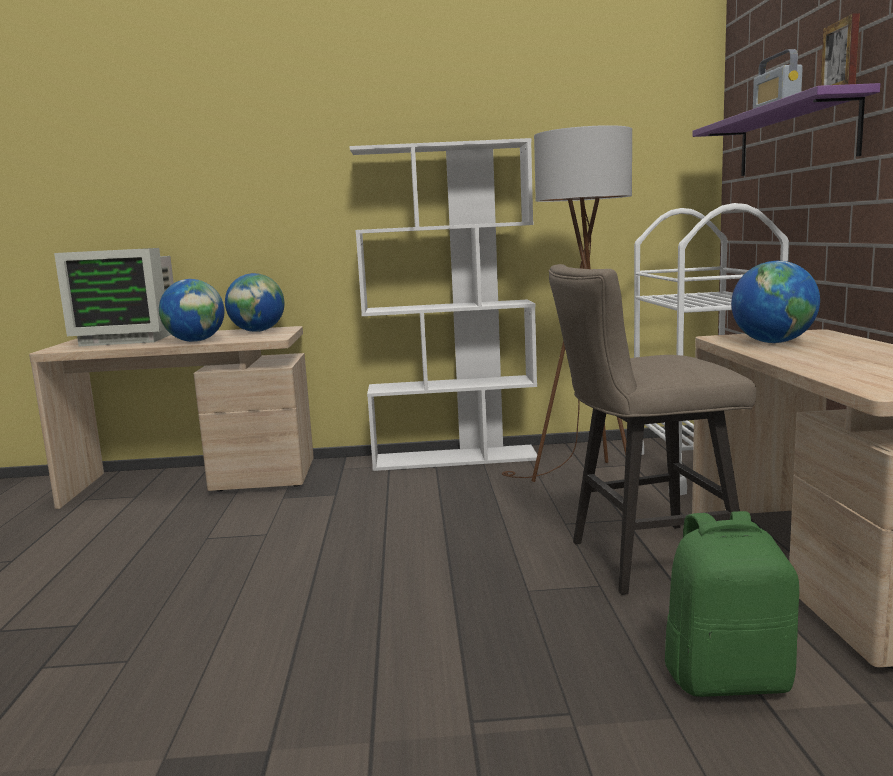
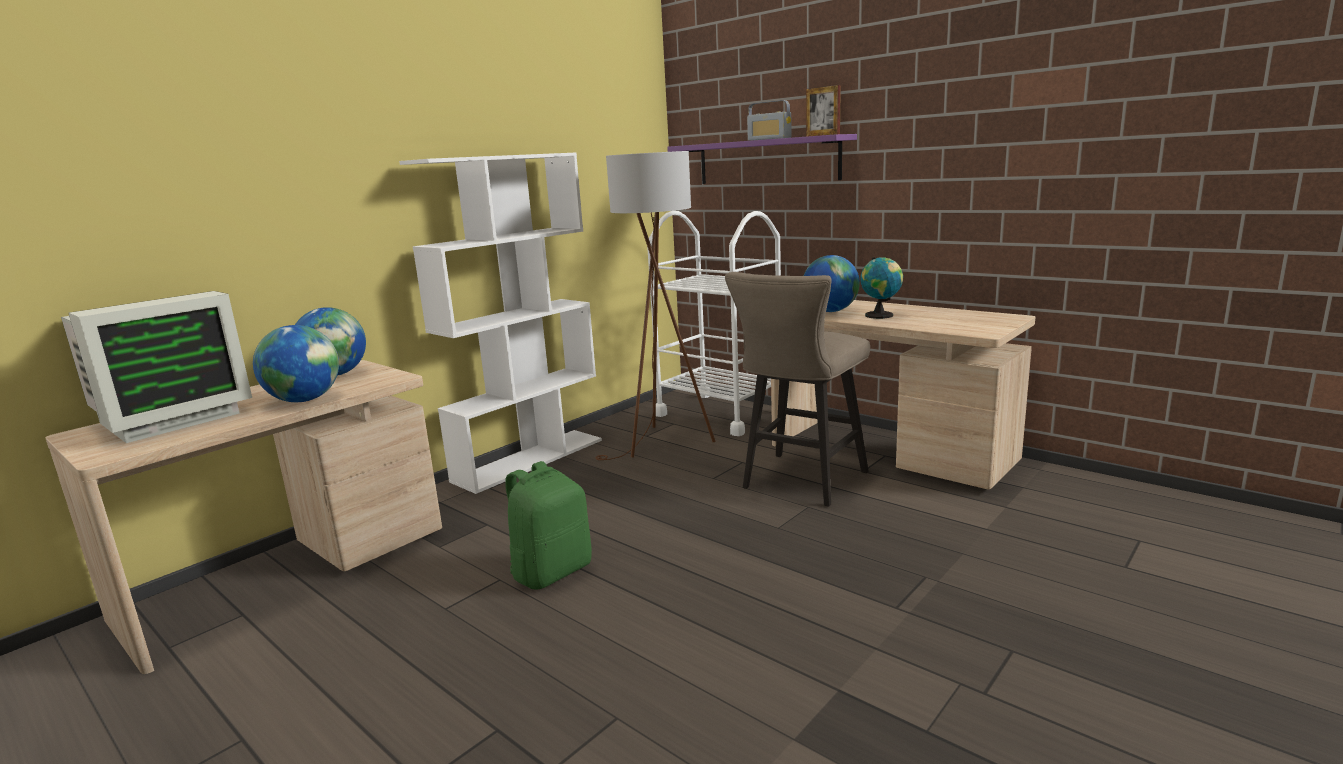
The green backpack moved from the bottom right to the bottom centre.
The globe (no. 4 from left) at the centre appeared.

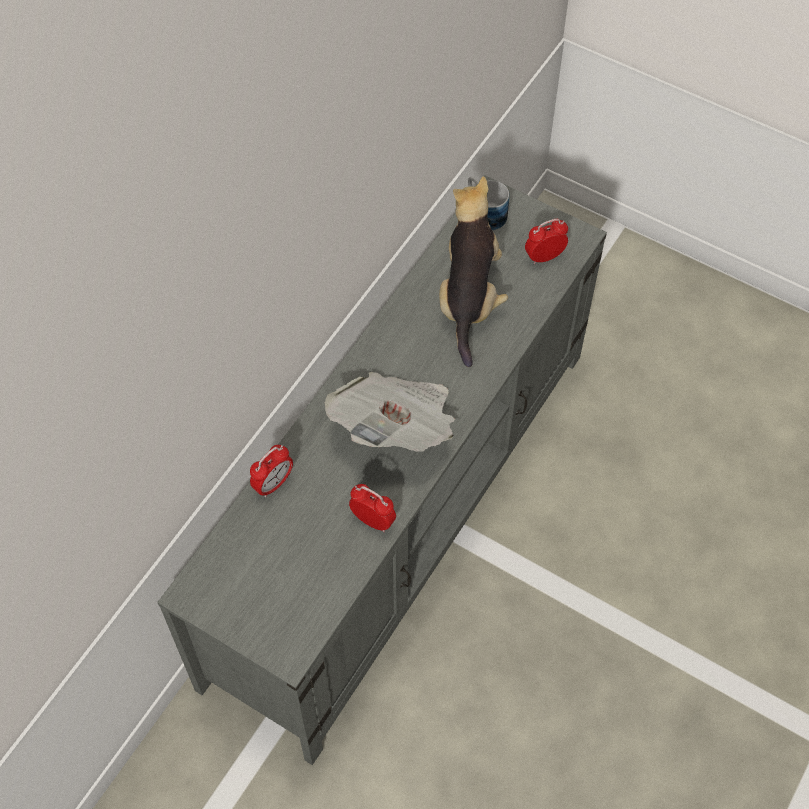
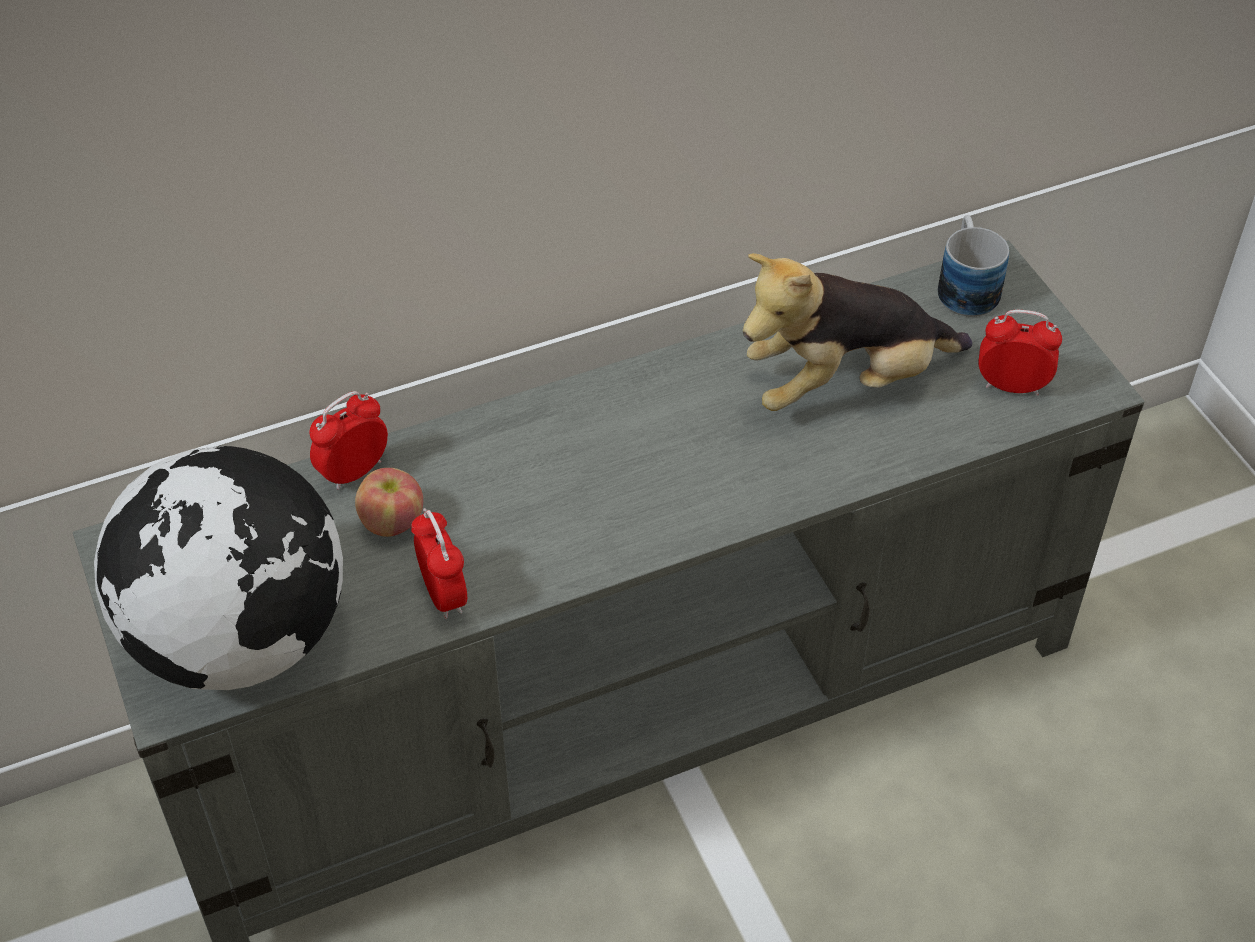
The globe at the middle left appeared.
The alarm clock (no. 1 from left) at the centre turned 150 degrees clockwise.
The apple at the middle left appeared.
The plush toy at the centre turned 150 degrees counterclockwise.
The newspaper at the centre disappeared.

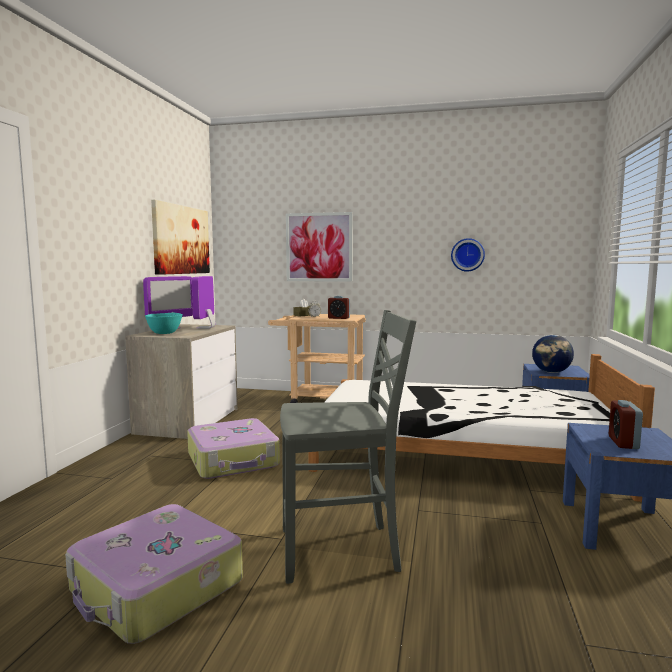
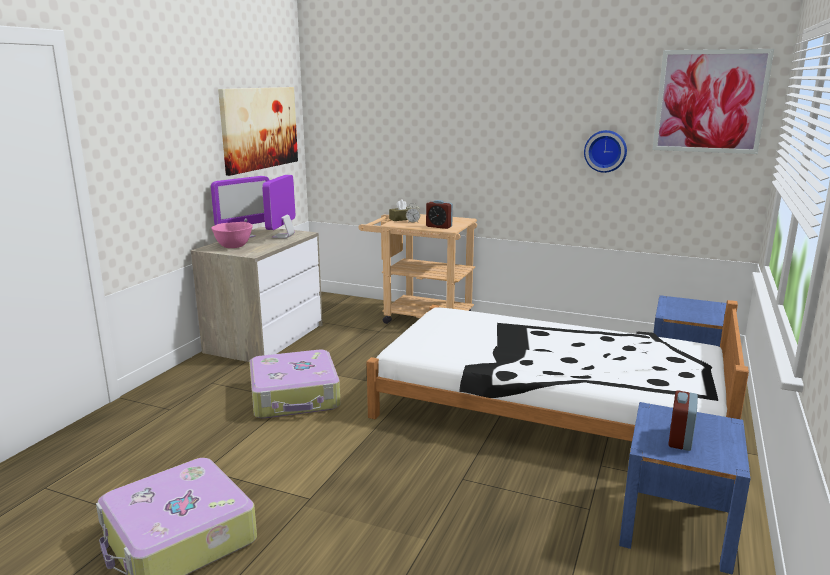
The turquoise bowl at the middle left became the pink bowl at the middle left.
The picture (no. 2 from left) moved from the centre to the top right.
The grey chair at the centre disappeared.
The globe at the middle right disappeared.

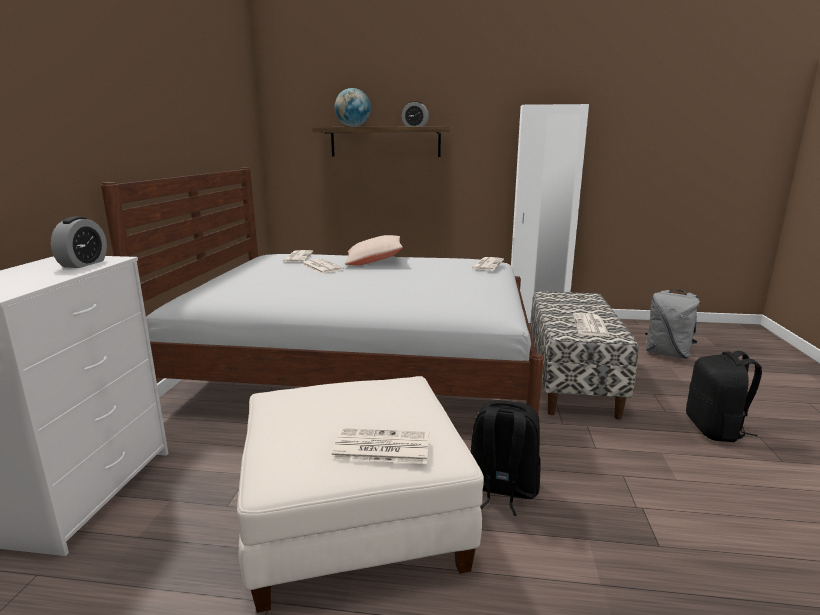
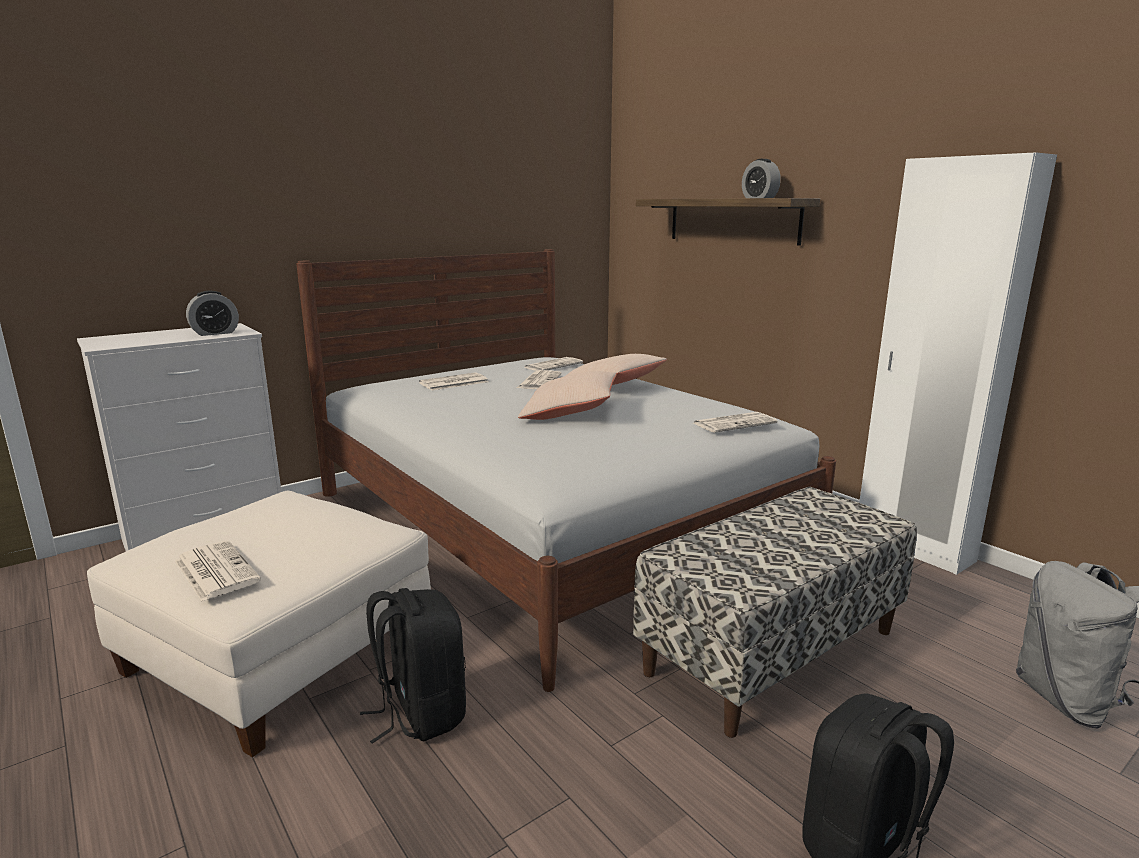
The newspaper (no. 5 from left in the first image) moved from the middle right to the centre.
The beige pillow (no. 1 from left) at the centre appeared.
The globe at the top centre disappeared.

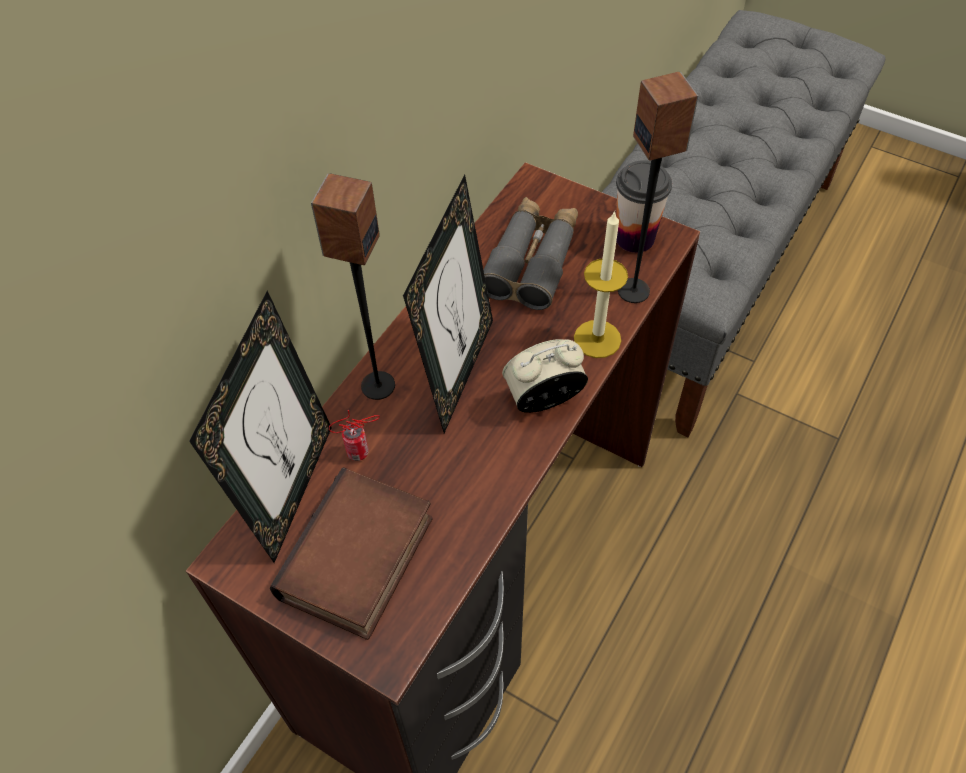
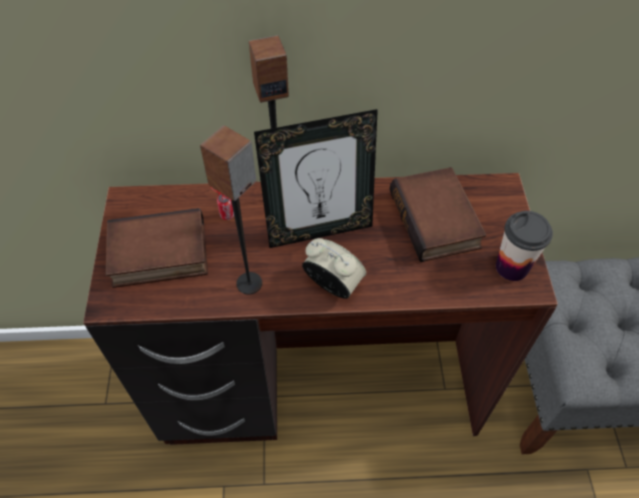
The speaker (no. 2 from left in the first image) moved from the top right to the centre.
The grey binoculars at the top centre was replaced by the book (no. 2 from left) at the middle right.
The picture frame (no. 1 from left) at the middle left disappeared.
The candle at the centre disappeared.

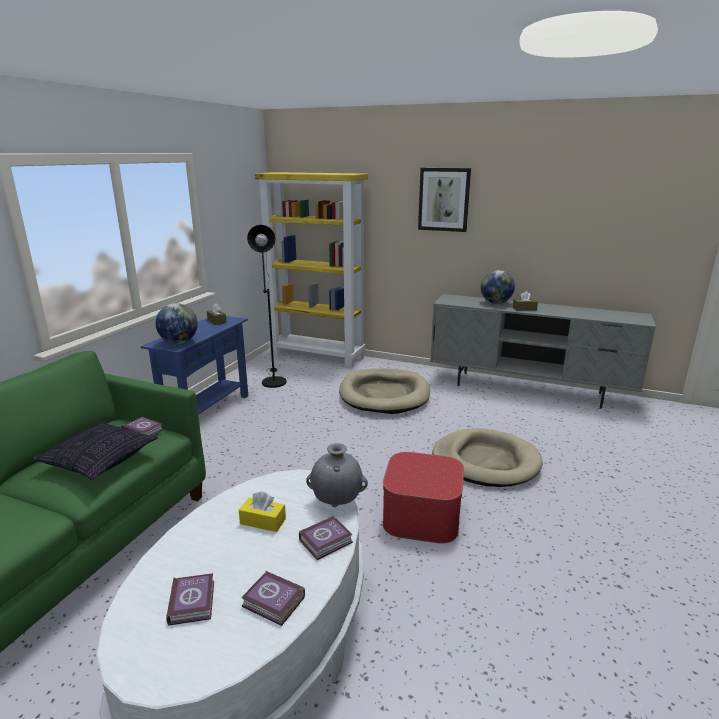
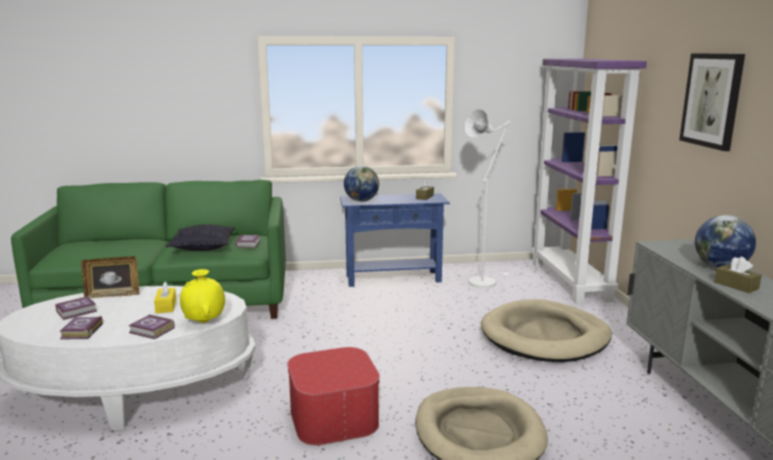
The picture frame at the middle left appeared.
The grey vase at the centre became the yellow vase at the middle left.
The black floor lamp at the centre became the white floor lamp at the centre.
The yellow bookcase at the centre became the purple bookcase at the middle right.

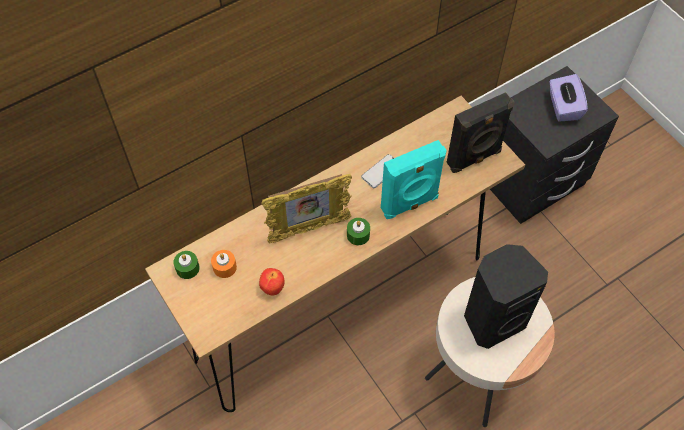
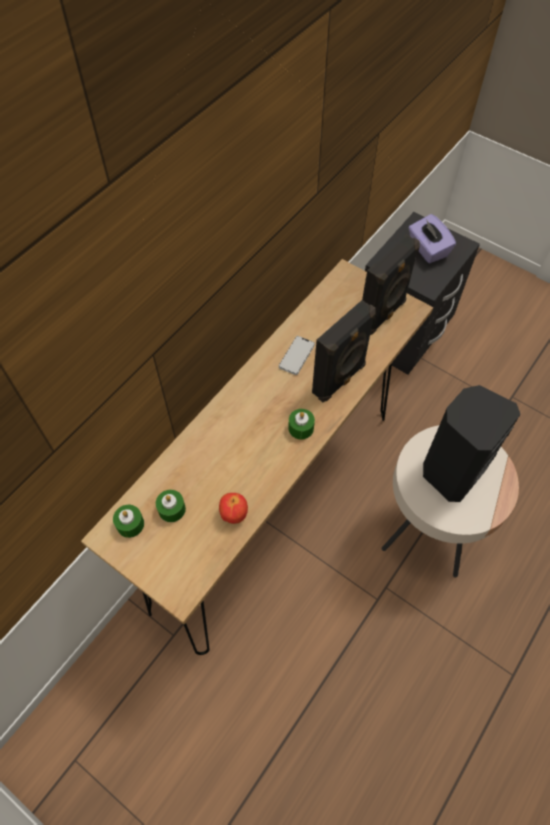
The orange candle at the middle left became the green candle (no. 2 from left) at the middle left.
The turquoise speaker at the centre became the black speaker (no. 1 from left) at the centre.
The picture frame at the centre disappeared.

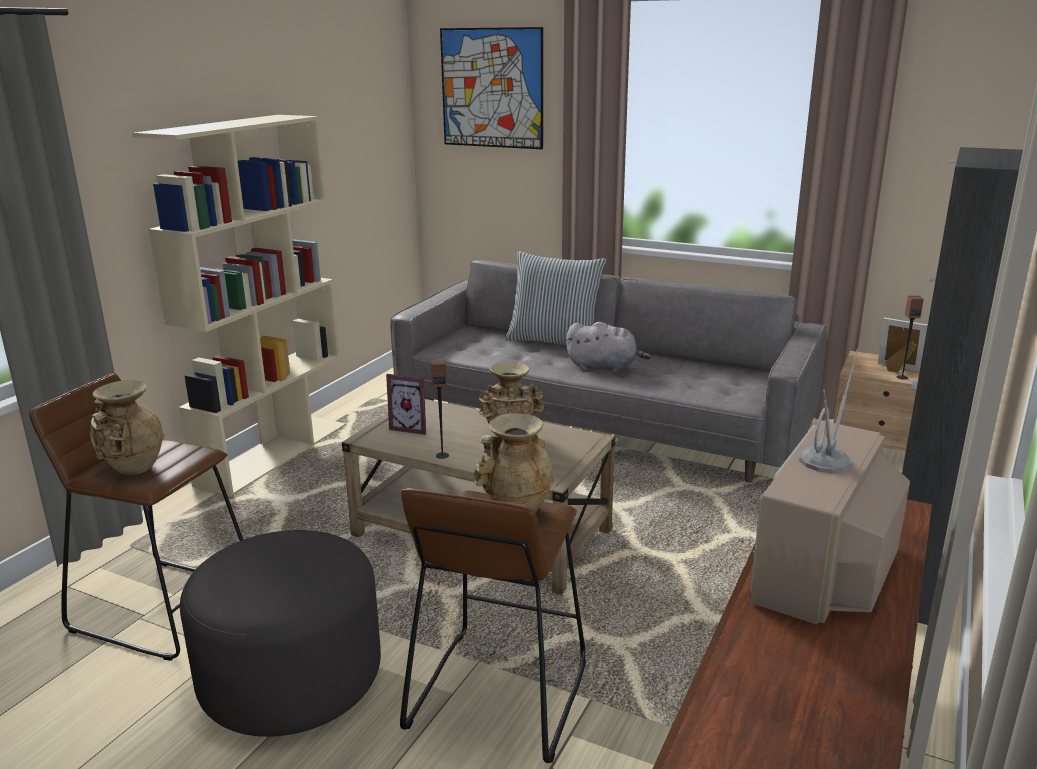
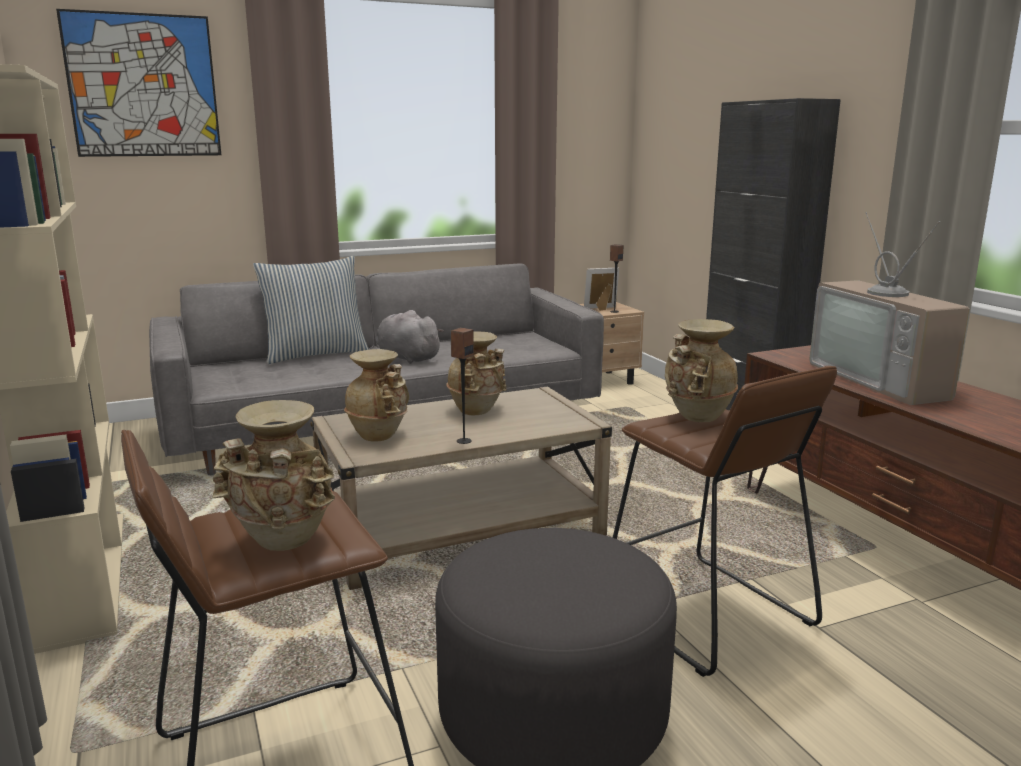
The picture frame (no. 1 from left) at the centre was replaced by the beige vase (no. 2 from left) at the centre.
The grey plush toy at the centre turned 105 degrees counterclockwise.

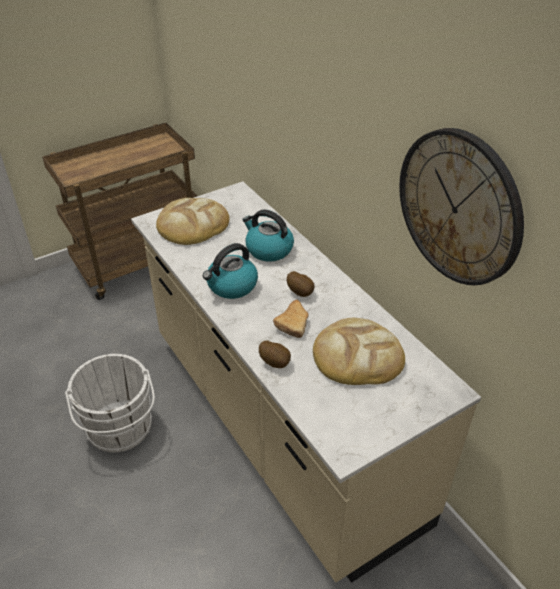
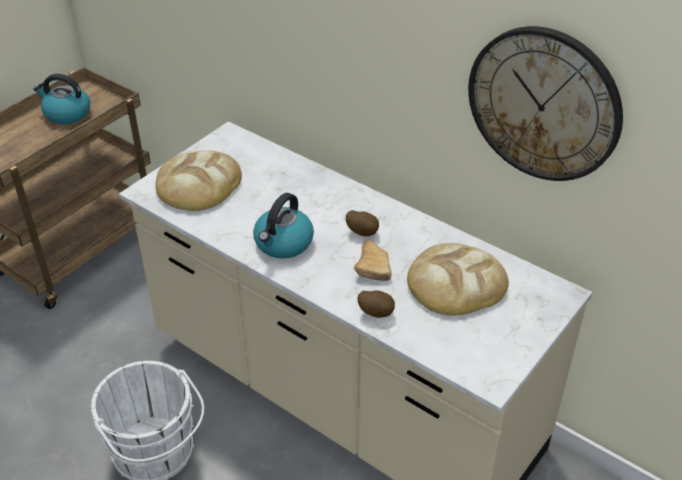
The kettle (no. 2 from left in the first image) moved from the centre to the top left.

